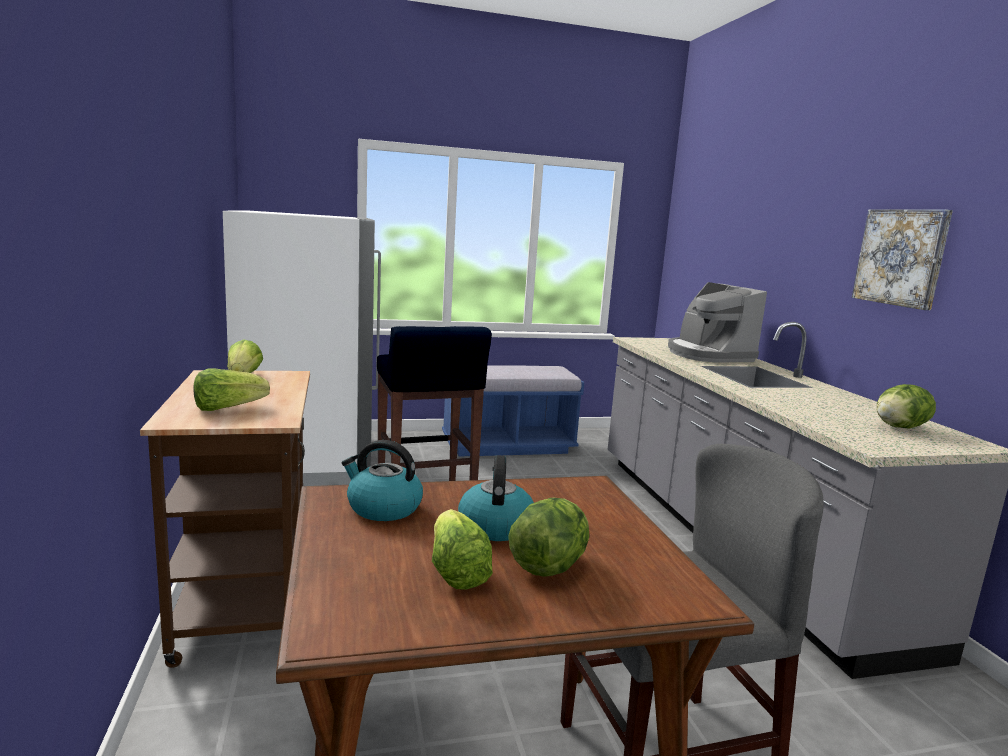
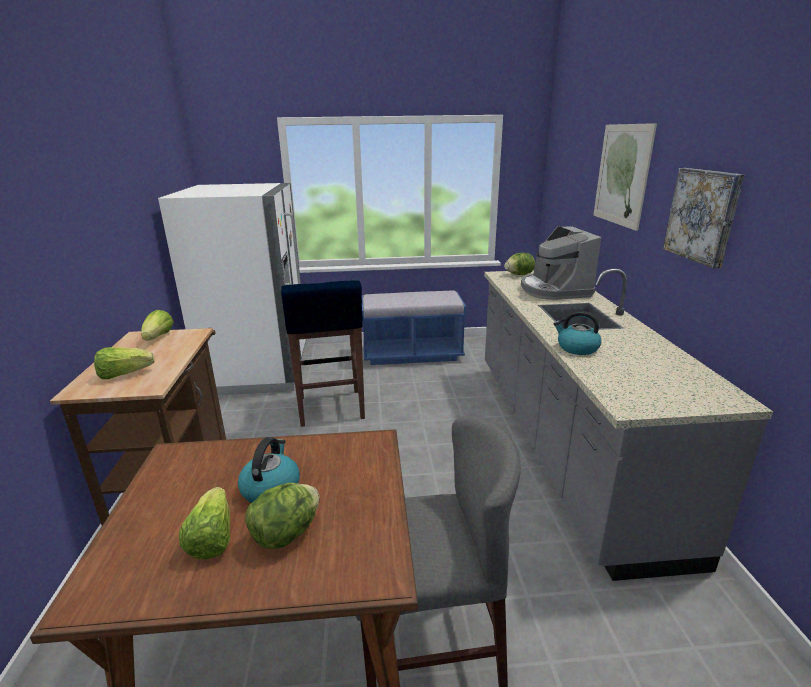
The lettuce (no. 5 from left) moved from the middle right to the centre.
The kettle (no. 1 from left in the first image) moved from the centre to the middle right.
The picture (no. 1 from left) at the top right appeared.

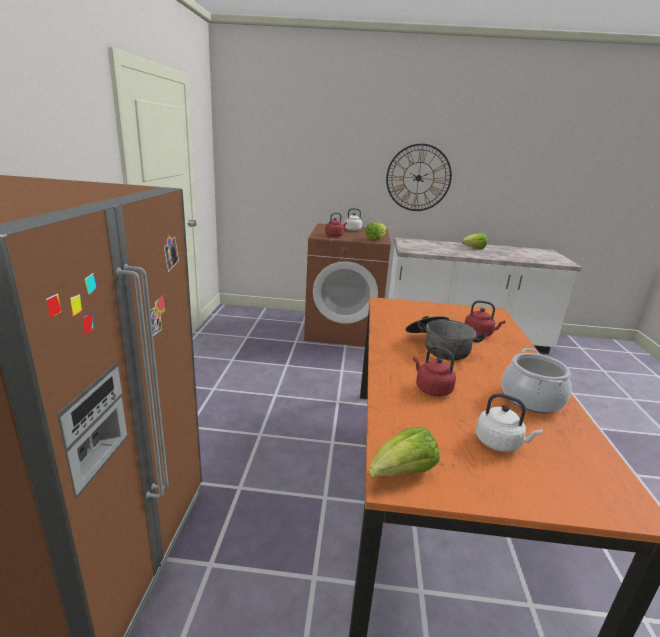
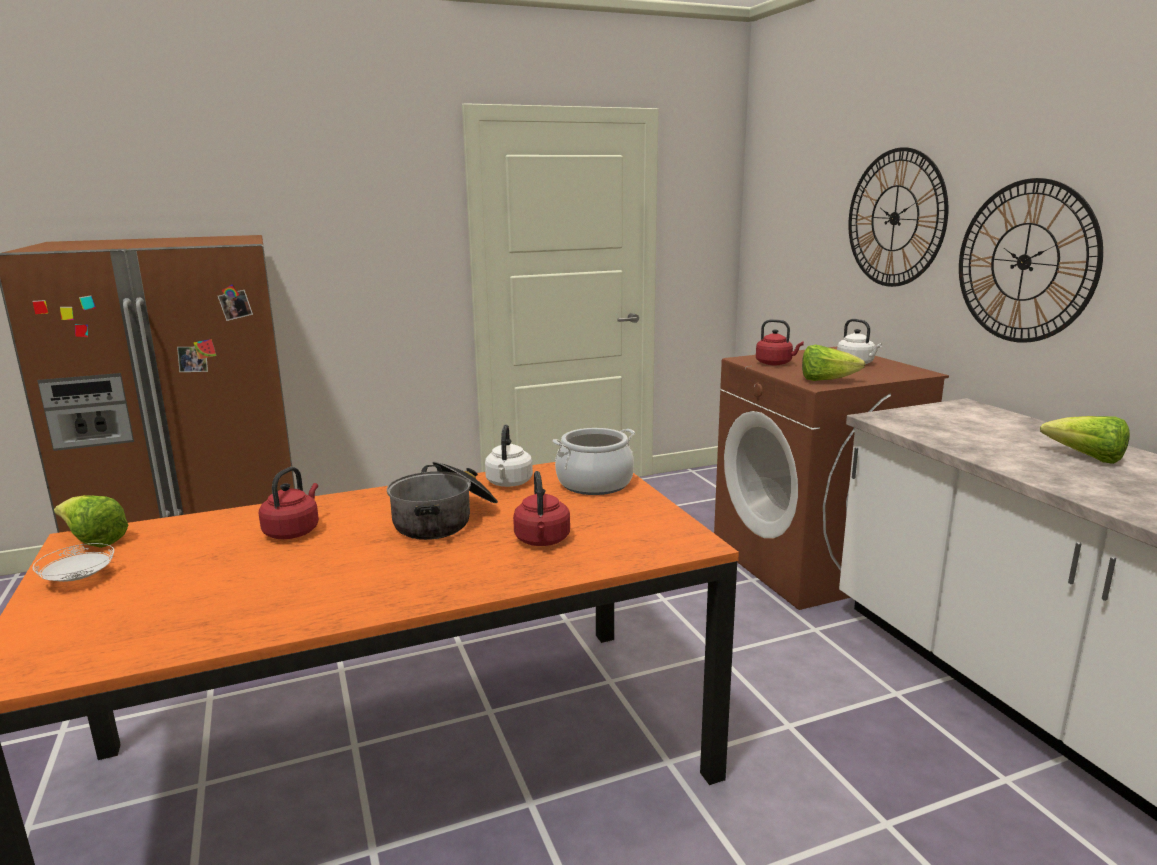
The white plate at the middle left appeared.
The white kettle (no. 2 from left in the first image) moved from the middle right to the centre.
The cooking pot (no. 2 from left) moved from the middle right to the centre.
The wall clock (no. 1 from left) at the top right appeared.

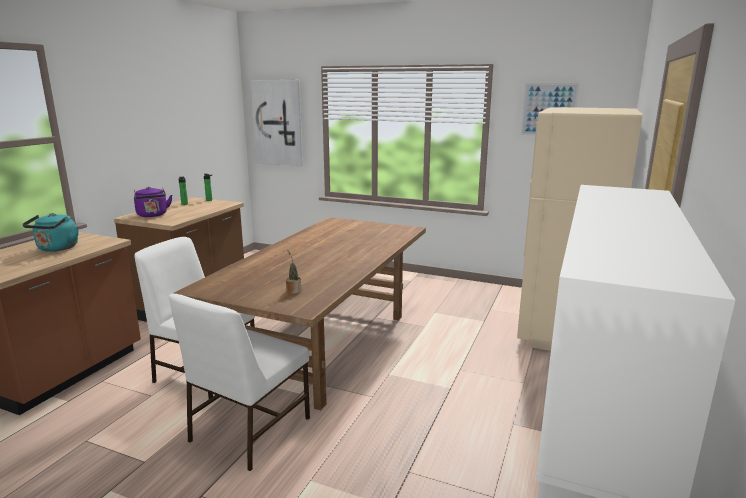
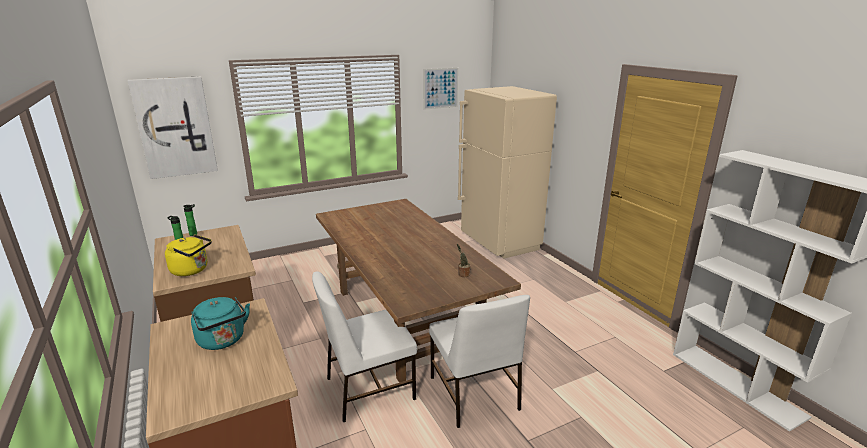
The purple kettle at the middle left became the yellow kettle at the middle left.

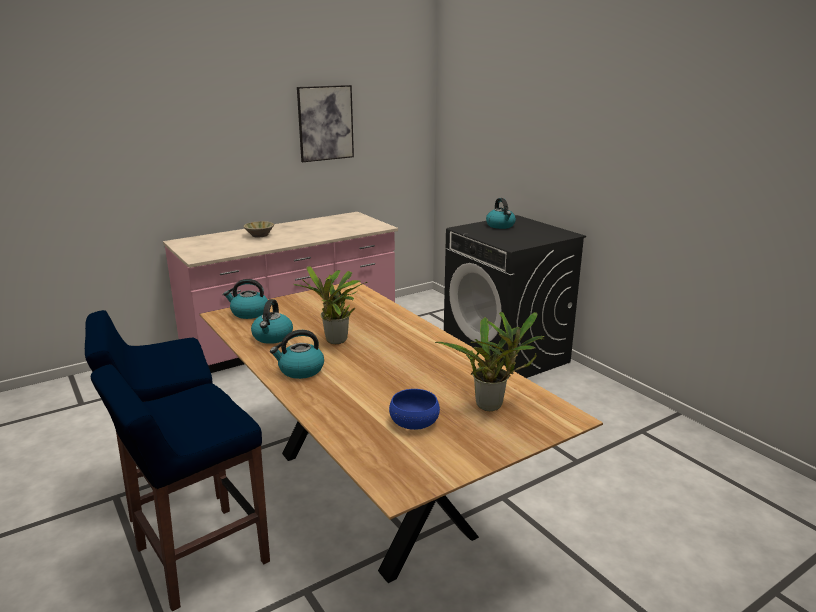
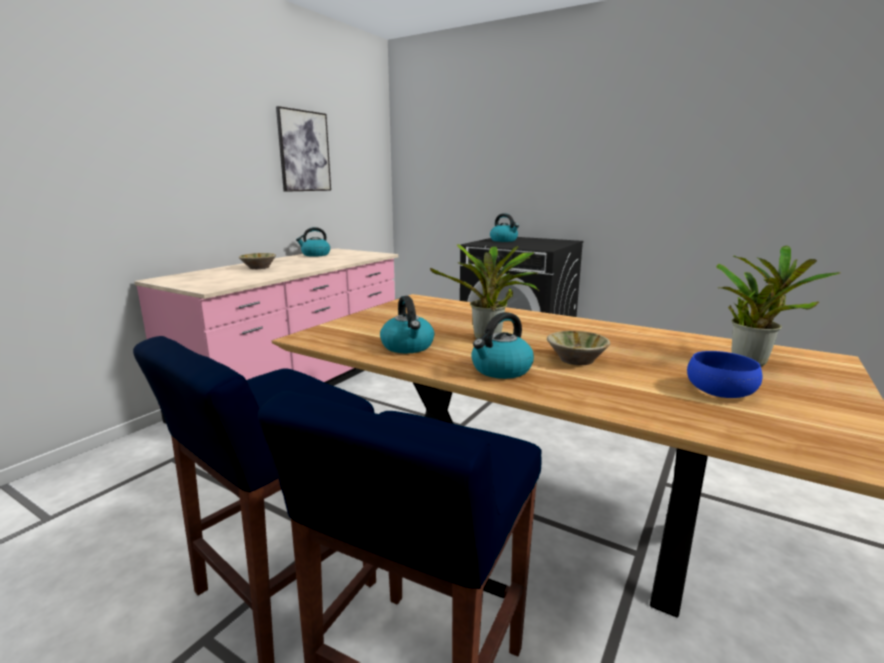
The kettle (no. 1 from left) moved from the middle left to the centre.
The beige bowl (no. 2 from left) at the centre appeared.

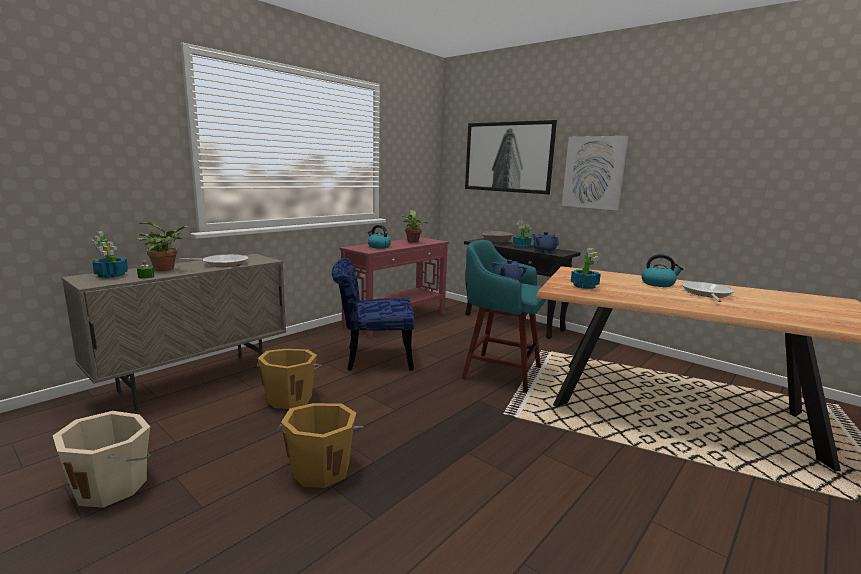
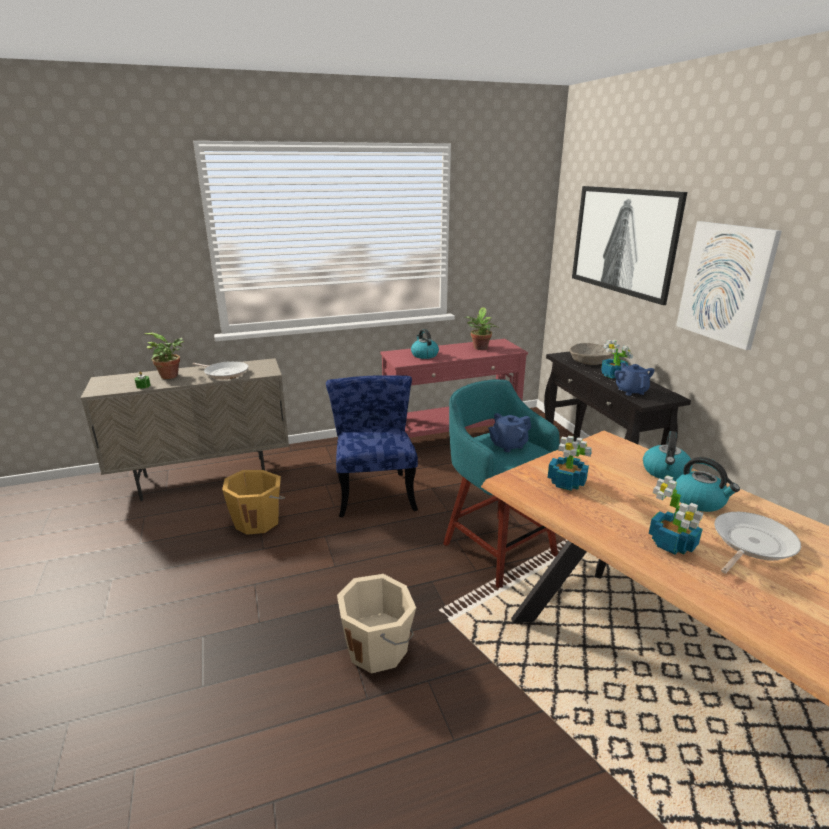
The blue chair at the centre turned 60 degrees clockwise.
The beige bucket moved from the bottom left to the bottom centre.
The kettle (no. 2 from left) at the middle right appeared.
The potted plant (no. 1 from left in the first image) moved from the middle left to the middle right.
The orange bucket (no. 2 from left) at the bottom centre disappeared.

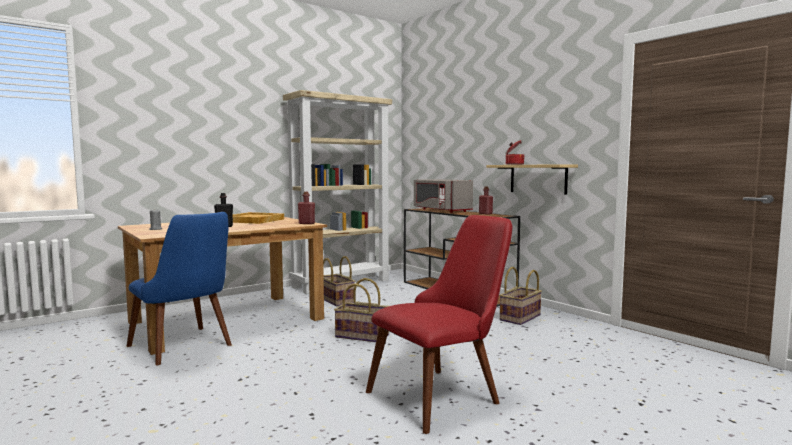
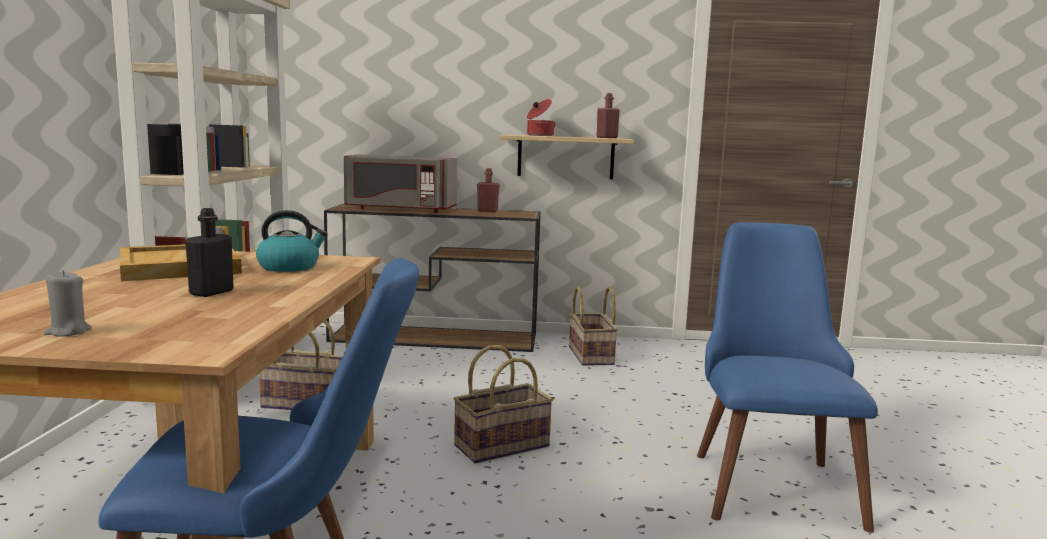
The kettle at the middle left appeared.
The red bottle (no. 1 from left in the first image) moved from the centre to the top centre.
The red chair at the bottom centre became the blue chair (no. 2 from left) at the bottom right.

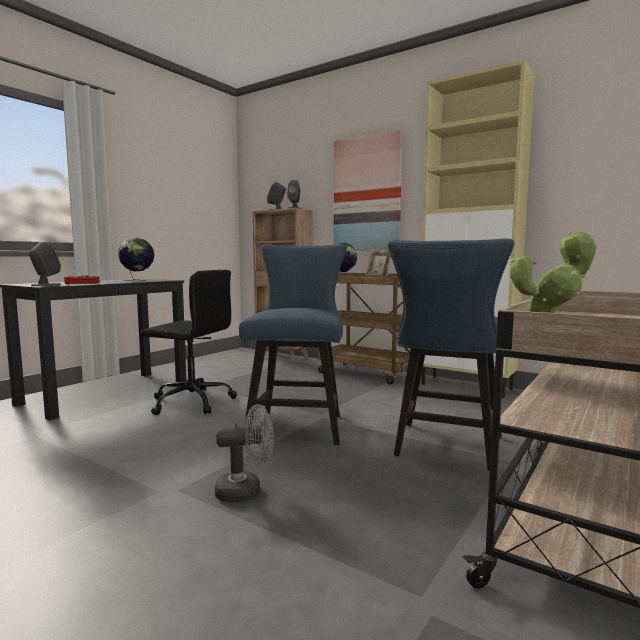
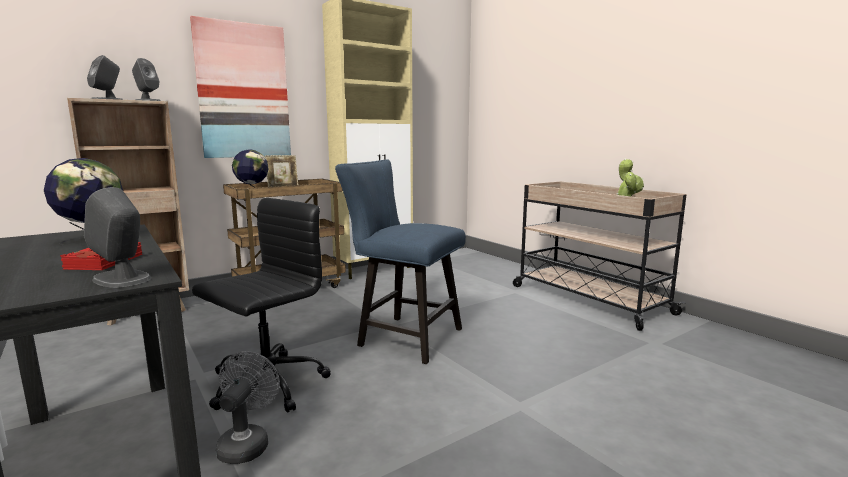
The grey fan moved from the bottom centre to the bottom left.
The blue chair (no. 2 from left) at the middle right disappeared.

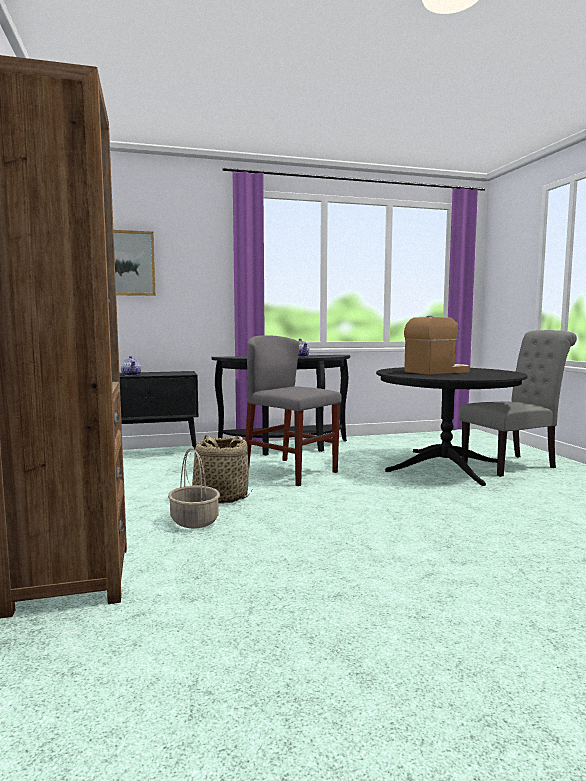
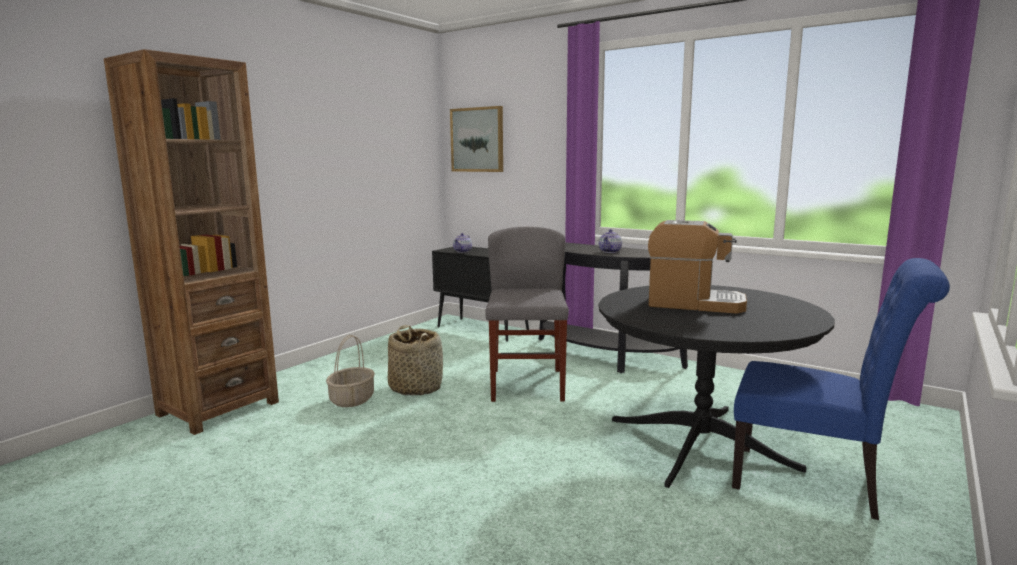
The grey chair (no. 2 from left) at the middle right became the blue chair at the bottom right.

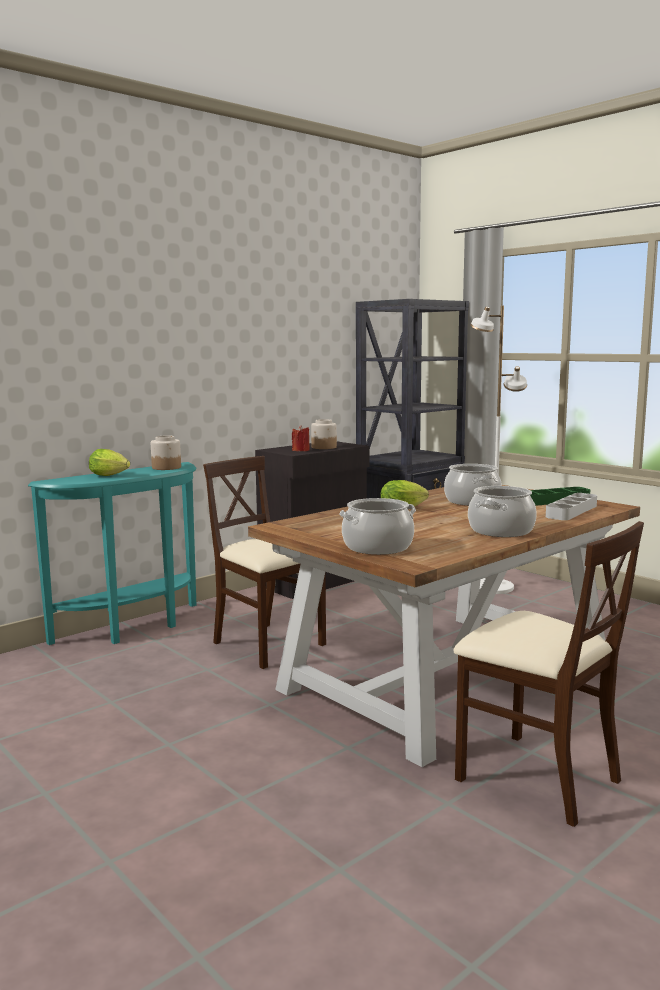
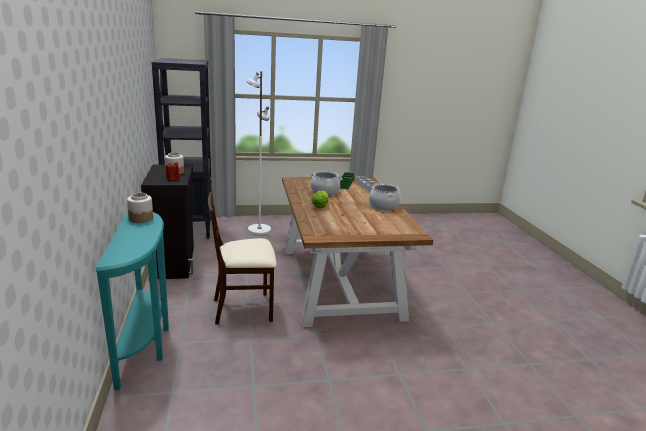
The lettuce (no. 1 from left) at the middle left disappeared.
The cooking pot (no. 1 from left) at the centre disappeared.
The beige chair (no. 2 from left) at the bottom right disappeared.

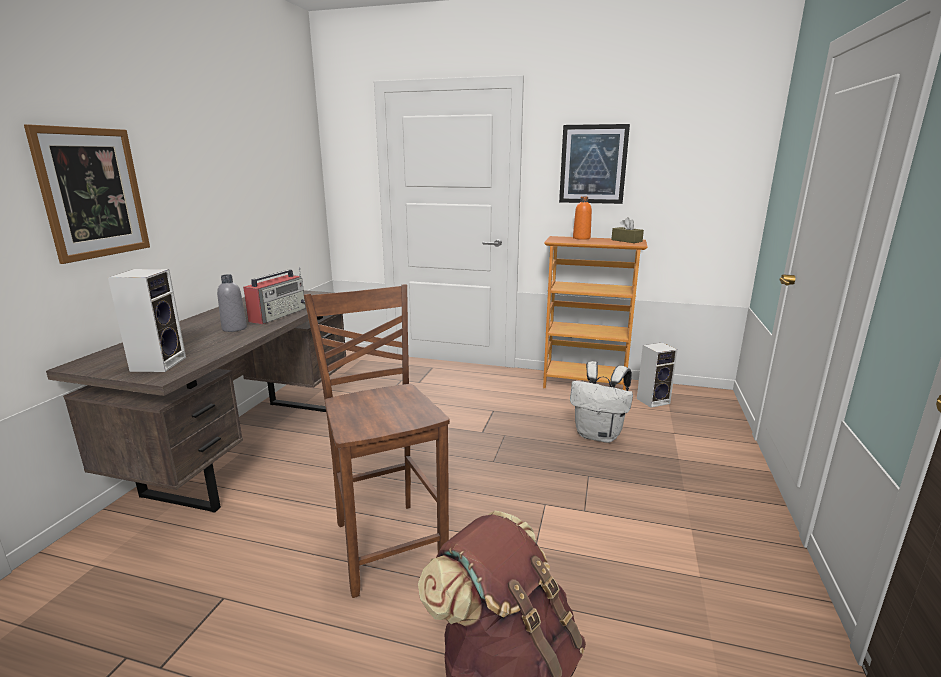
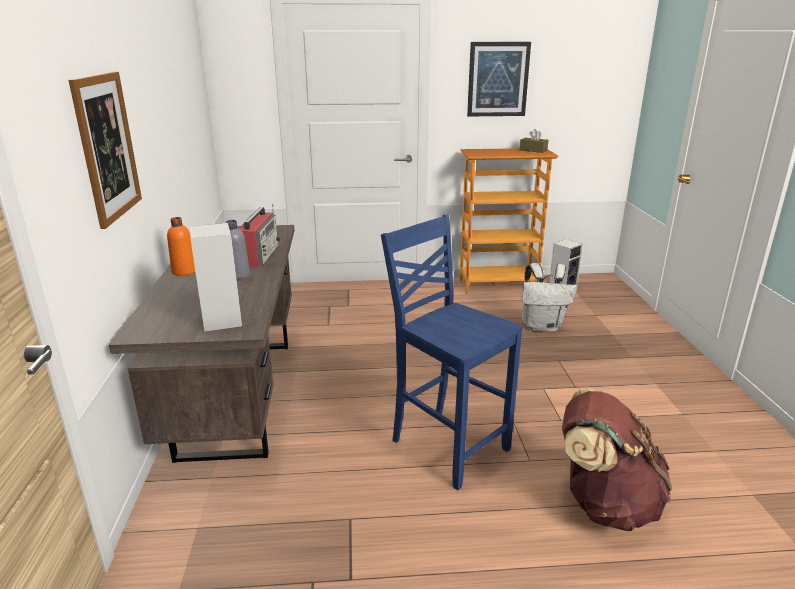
The orange bottle moved from the top centre to the middle left.
The brown chair at the centre became the blue chair at the centre.

